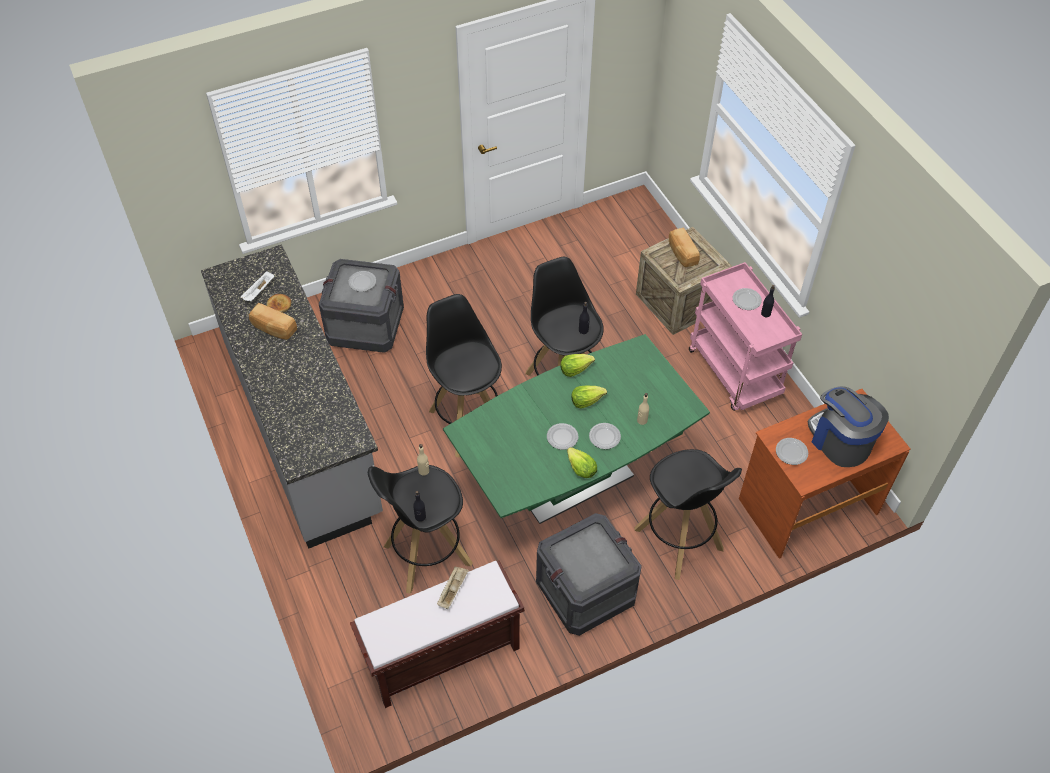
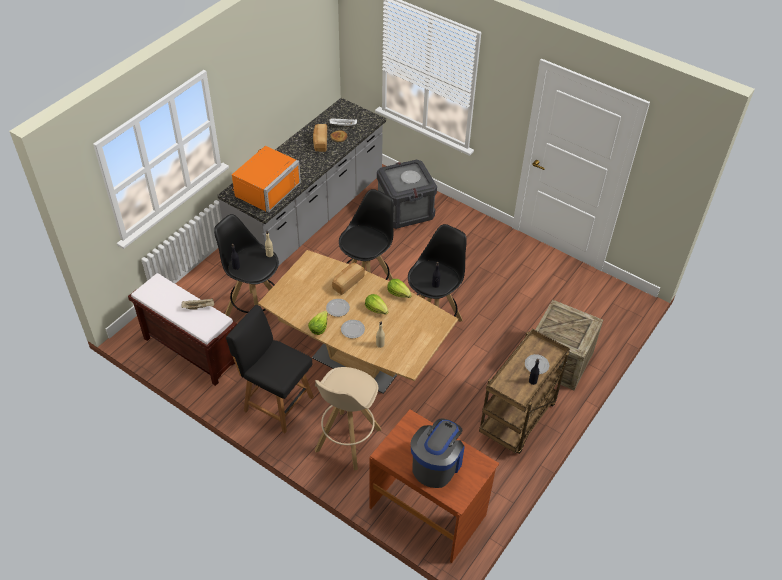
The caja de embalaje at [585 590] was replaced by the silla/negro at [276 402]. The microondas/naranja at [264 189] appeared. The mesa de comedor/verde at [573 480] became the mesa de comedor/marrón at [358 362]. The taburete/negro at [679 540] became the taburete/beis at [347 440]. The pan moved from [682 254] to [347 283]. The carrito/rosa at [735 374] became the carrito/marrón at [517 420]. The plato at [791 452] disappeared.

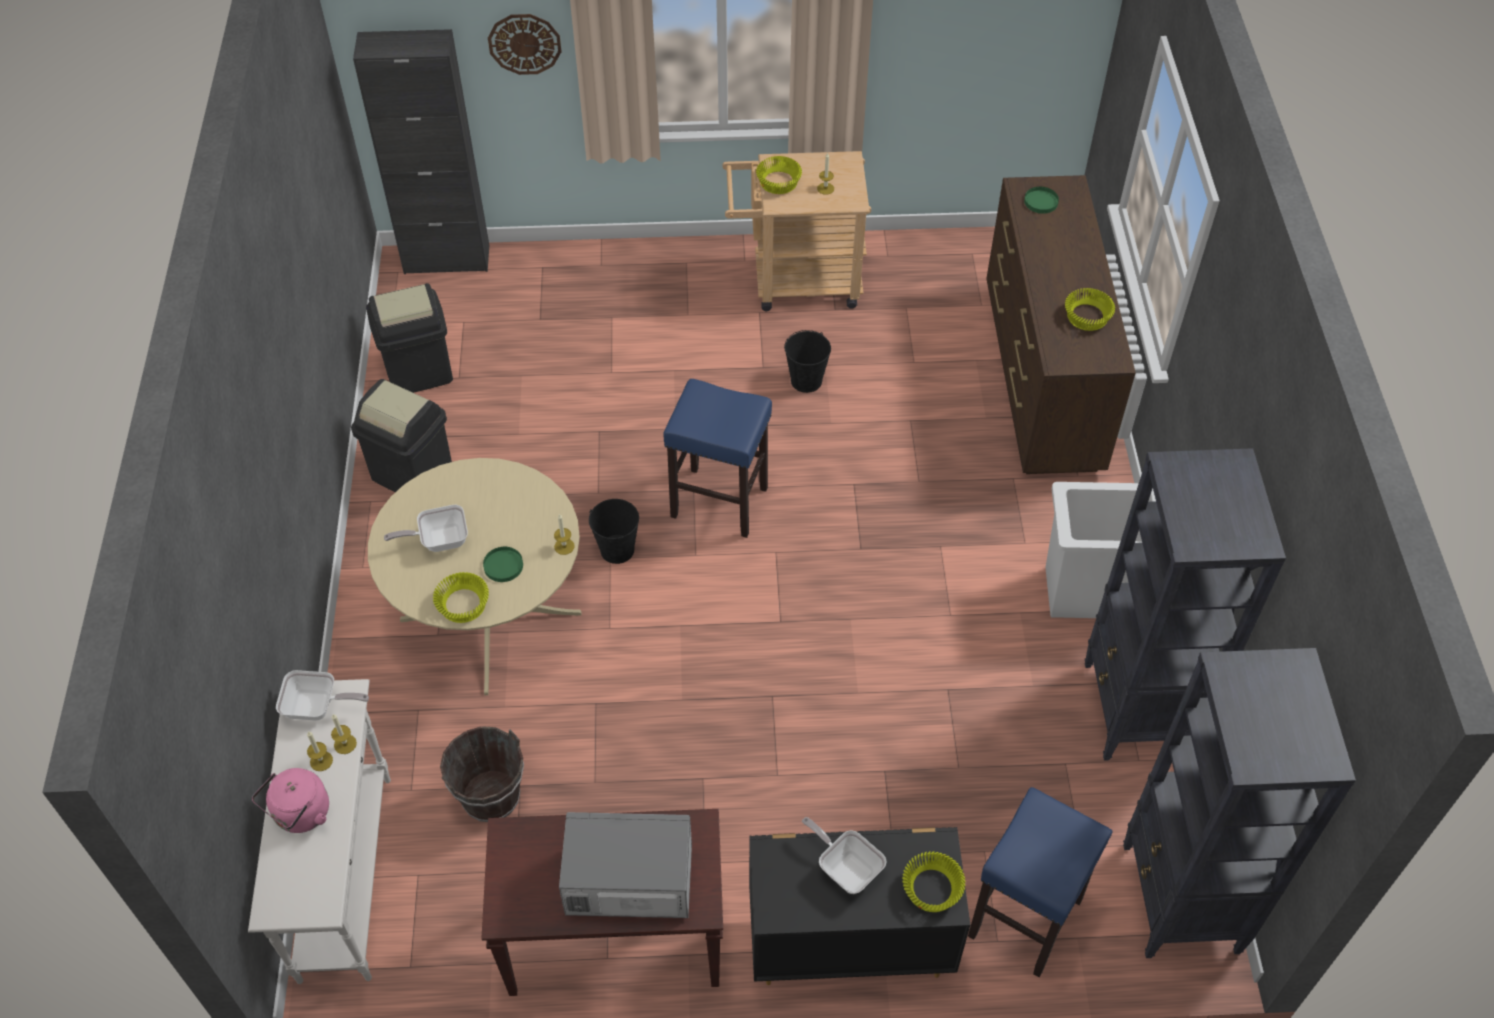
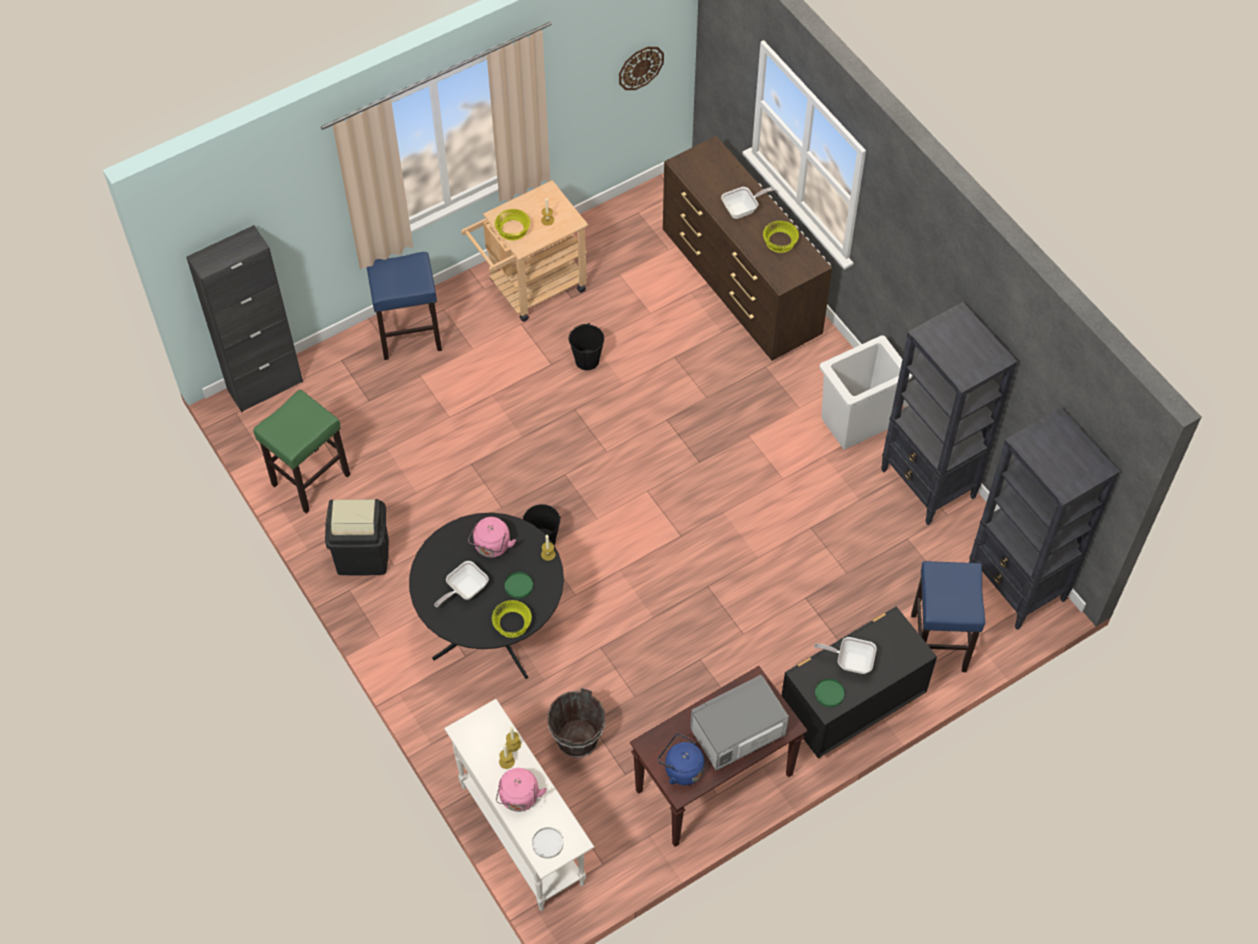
The papelera/negro at [419 371] was replaced by the taburete/verde at [310 480]. The taburete/azul moved from [720 502] to [410 336]. The mesa de comedor/beis at [491 617] became the mesa de comedor/negro at [492 627]. The hervidor/rosa at [492 547] appeared. The plato/blanco at [547 843] appeared. The reloj de pared moved from [524 43] to [640 67]. The hervidor/azul at [681 769] appeared. The sartén moved from [317 707] to [742 209]. The plato/verde moved from [1041 201] to [829 693]. The cuenco/amarillo at [931 889] disappeared.

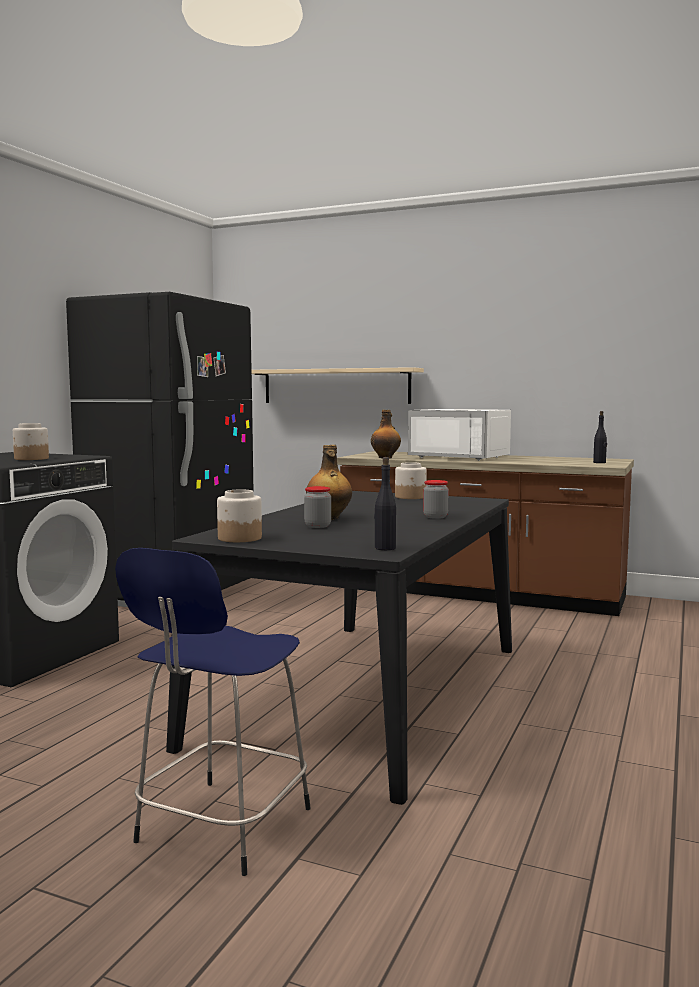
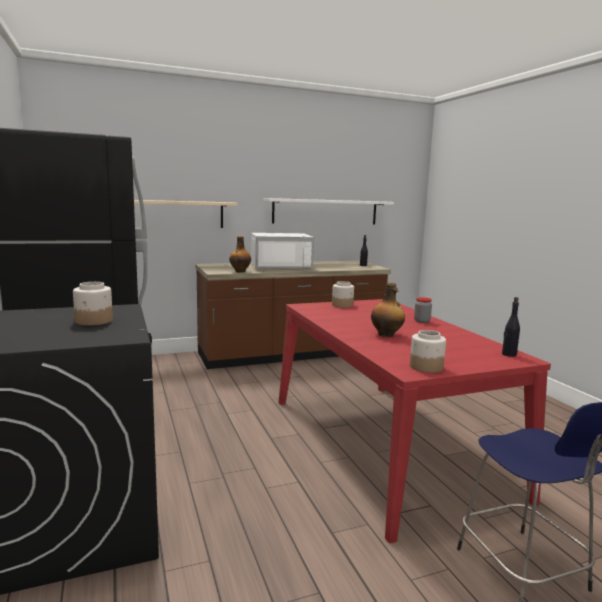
The estante/blanco at [325 211] appeared. The mesa de comedor/negro at [367 692] became the mesa de comedor/rojo at [385 444]. The tarro at [317 526] disappeared.

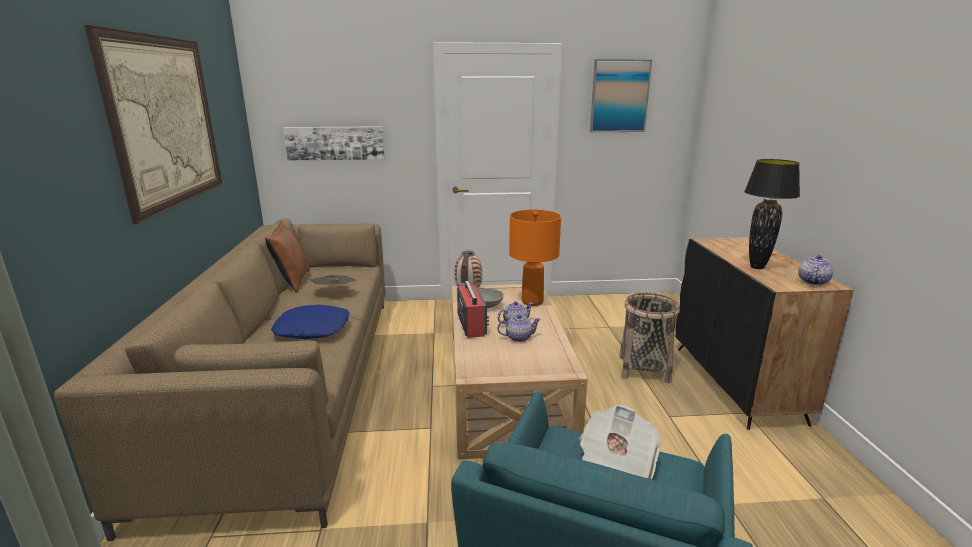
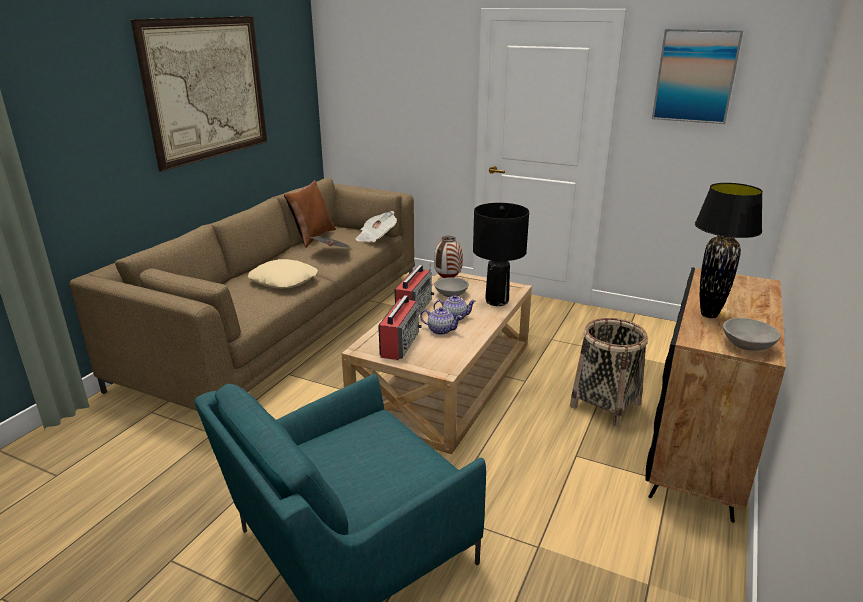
The cojín/azul at [313 329] became the cojín/beis at [284 280]. The periódico moved from [616 468] to [376 237]. The radio at [400 343] appeared. The lámpara de mesa/naranja at [532 302] became the lámpara de mesa/negro at [496 301]. The tetera at [812 282] was replaced by the cuenco/gris at [747 346]. The cuadro at [335 143] disappeared.

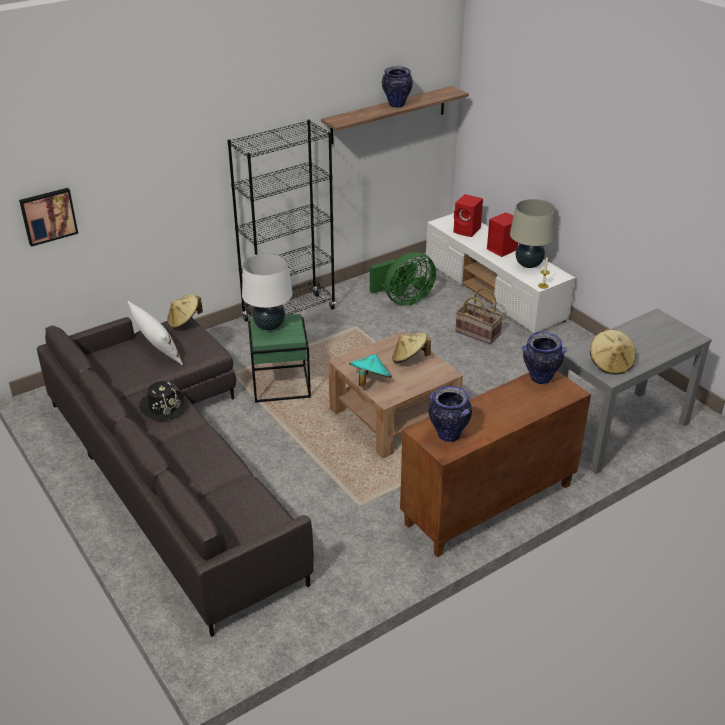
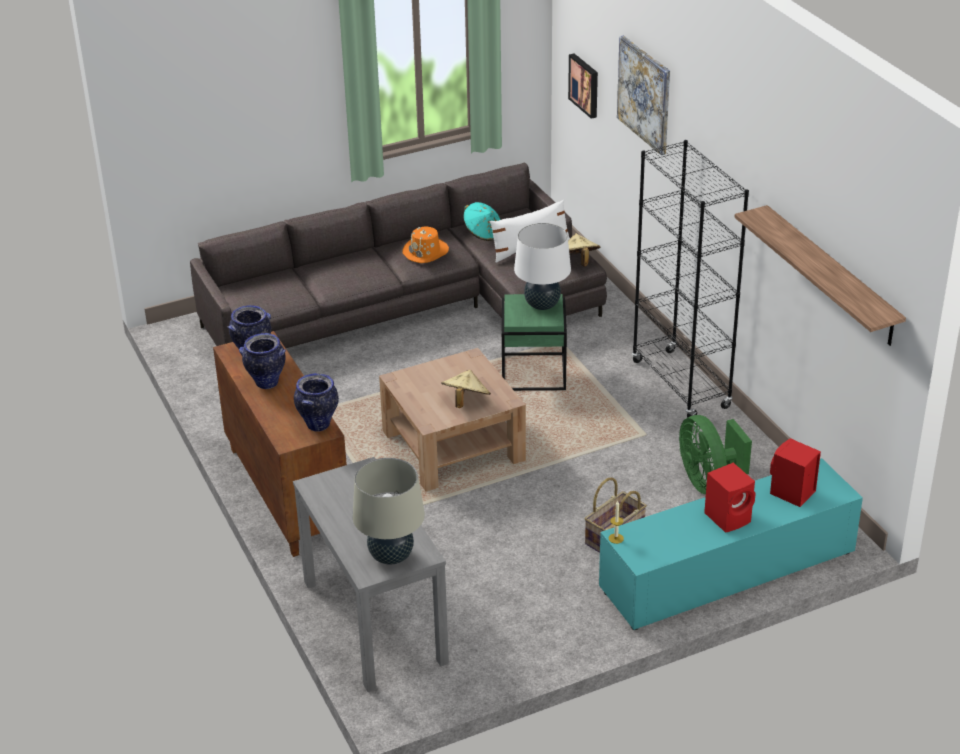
The florero moved from [396 105] to [266 383]. The lámpara de mesa/beis moved from [528 264] to [391 556]. The sombrero/negro at [163 407] became the sombrero/naranja at [426 252]. The sombrero/turquesa moved from [369 381] to [483 233]. The mueble de televisión/blanco at [494 291] became the mueble de televisión/turquesa at [726 572]. The cuadro at [644 94] appeared. The sombrero/beis at [610 364] disappeared.

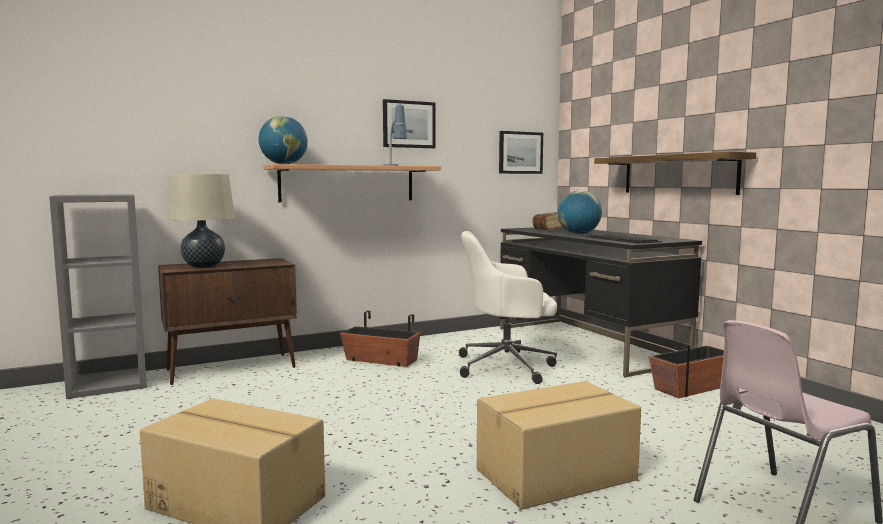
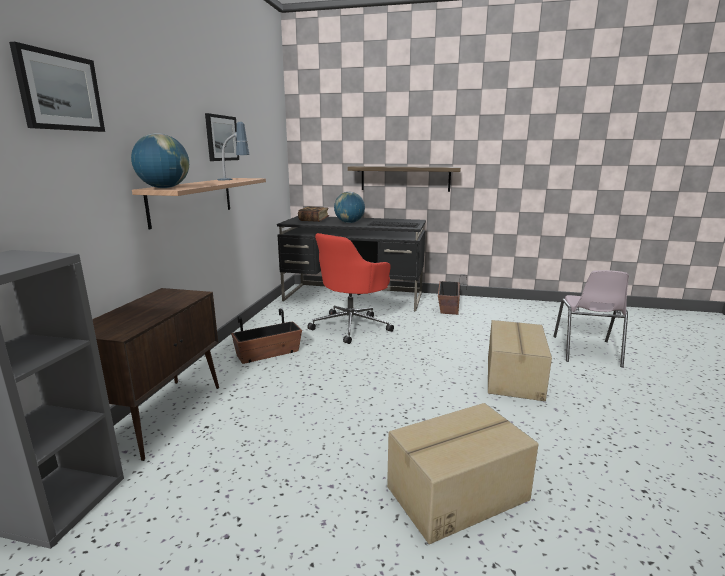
The cuadro moved from [520 152] to [60 92]. The silla de oficina/blanco at [508 366] became the silla de oficina/rojo at [351 326]. The lámpara de mesa/beis at [203 266] disappeared.

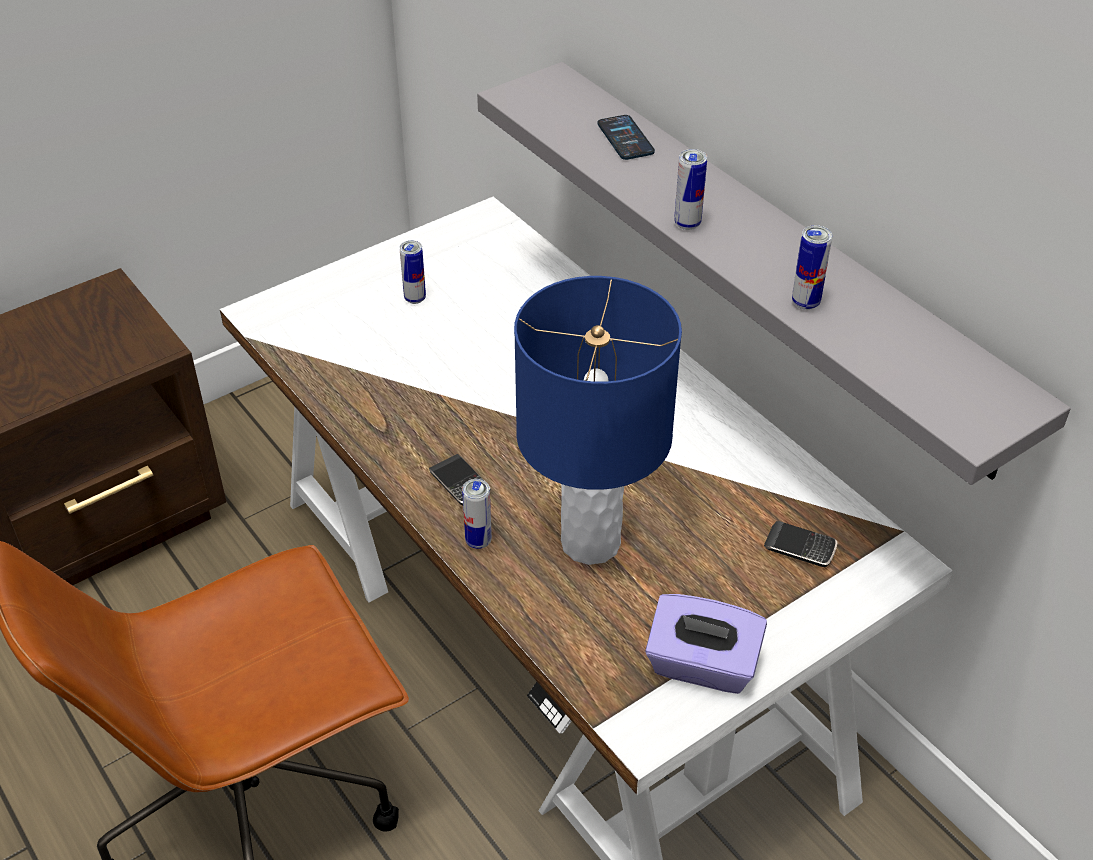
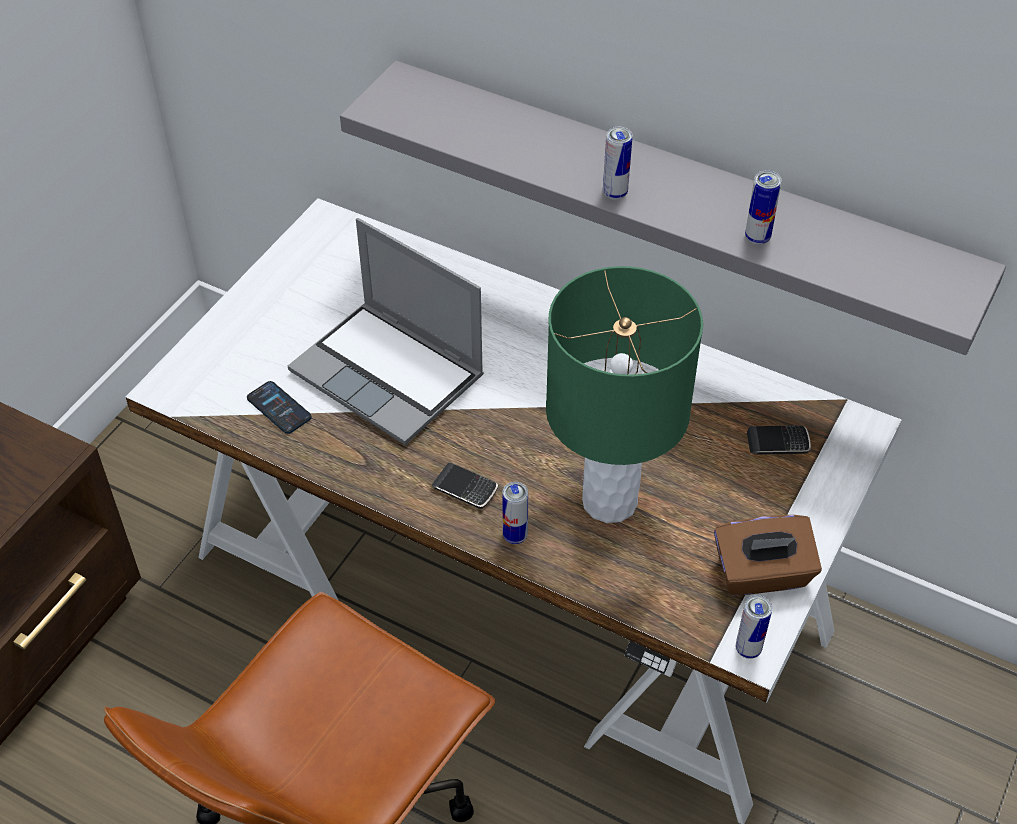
The móvil moved from [625 138] to [279 408]. The portátil at [390 374] appeared. The lámpara de mesa/azul at [591 542] became the lámpara de mesa/verde at [610 501]. The caja de pañuelos/morado at [701 666] became the caja de pañuelos/marrón at [762 574]. The lata moved from [415 298] to [748 649].

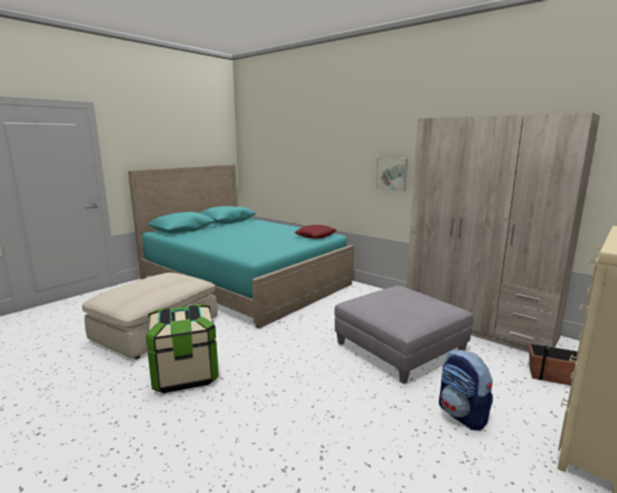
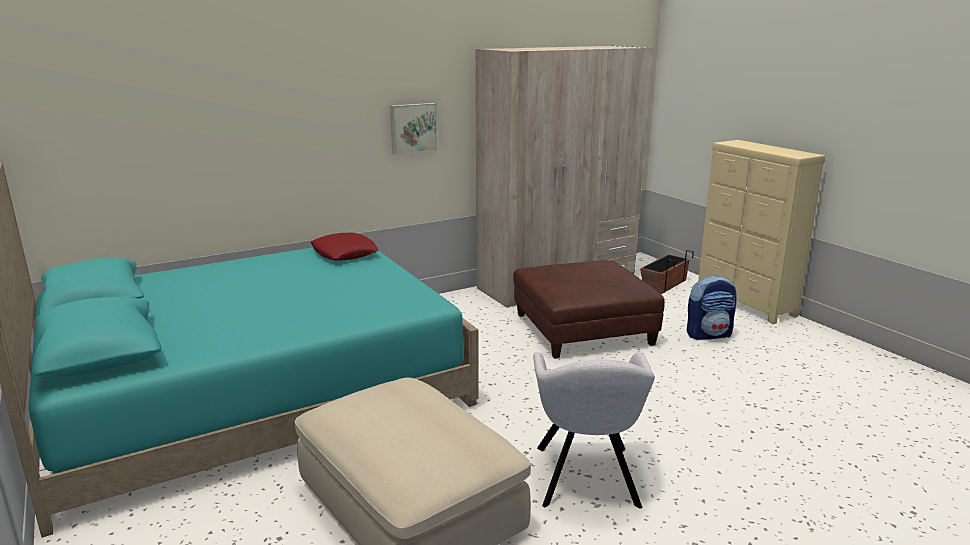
The puf/gris at [400 347] became the puf/marrón at [583 328]. The caja de almacenaje at [185 374] was replaced by the sillón/gris at [587 479].

